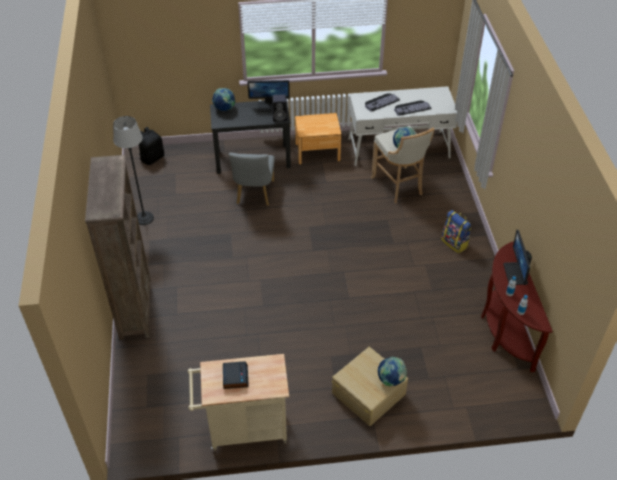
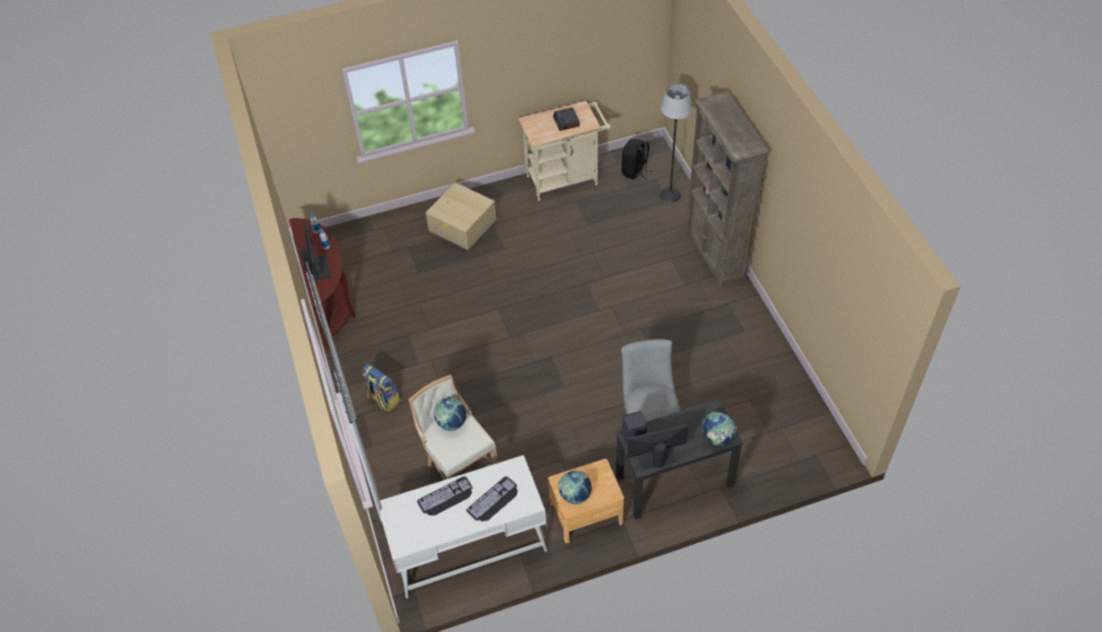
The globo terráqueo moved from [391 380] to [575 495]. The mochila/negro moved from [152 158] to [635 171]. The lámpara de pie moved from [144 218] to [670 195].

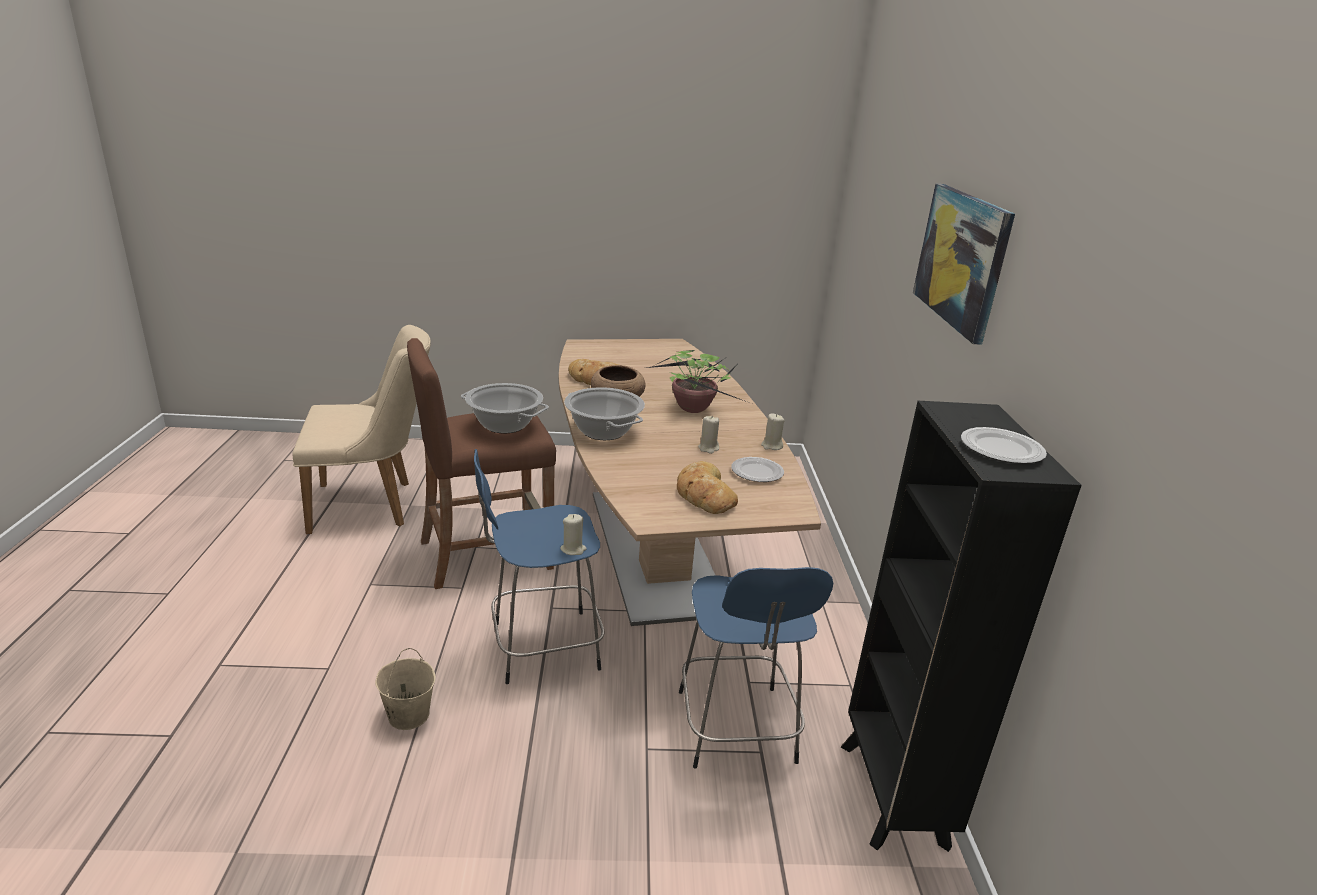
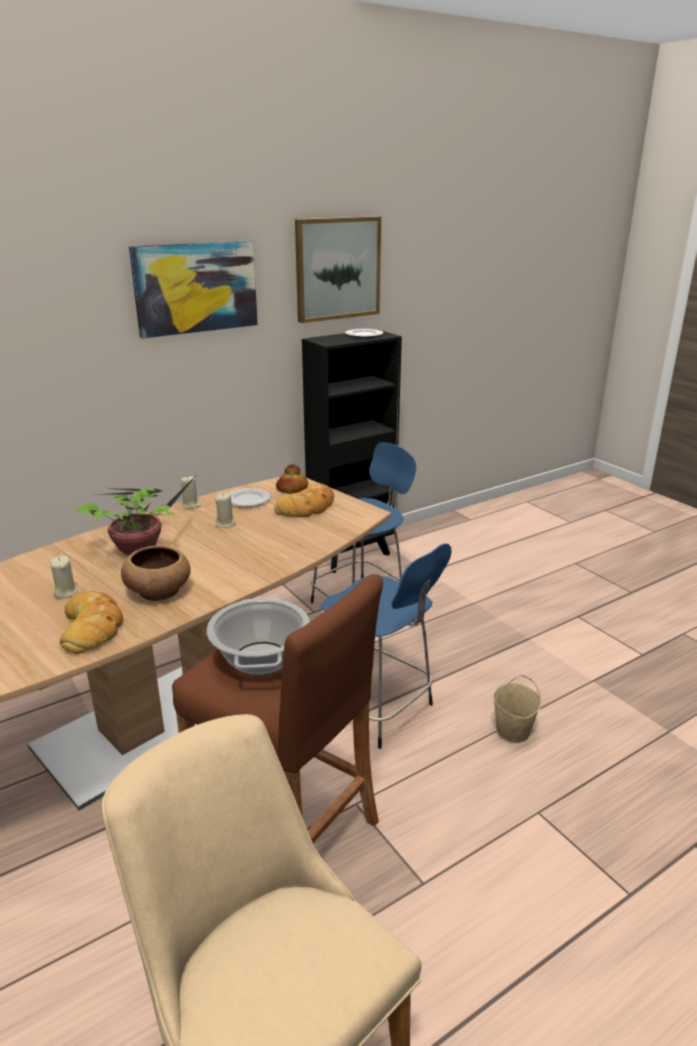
The vela/beis moved from [573 549] to [65 592]. The pan at [292 489] appeared. The cuadro at [337 268] appeared. The olla at [603 431] disappeared.

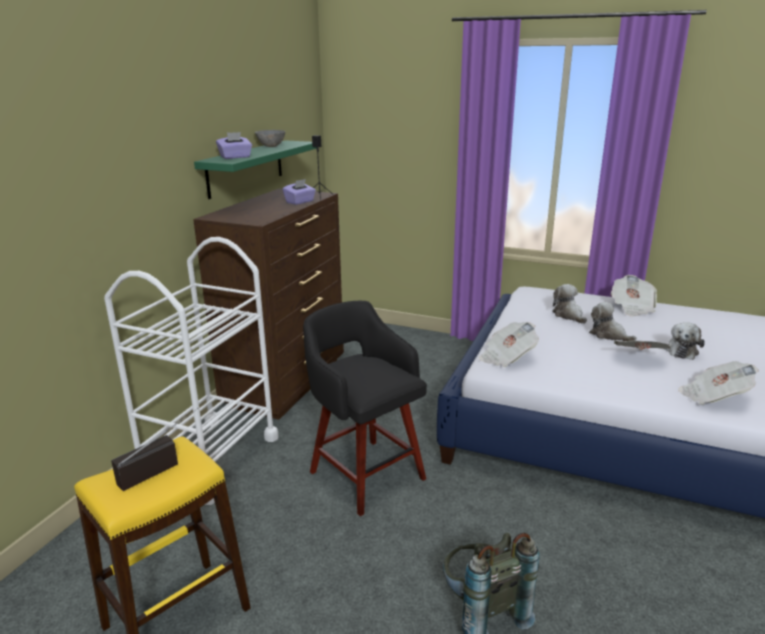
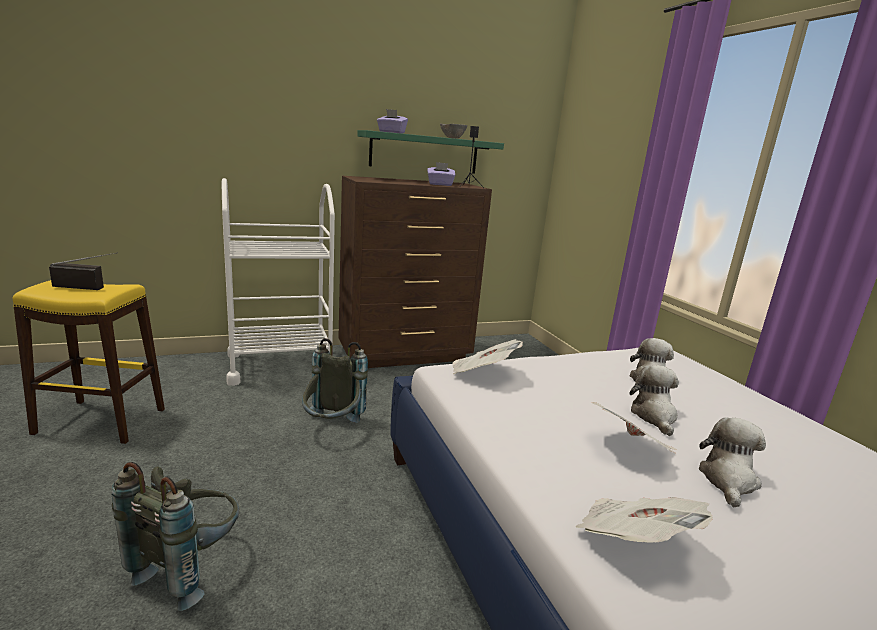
The taburete/negro at [365 473] was replaced by the mochila/gris at [332 428]. The peluche at [681 350] turned 135 degrees clockwise. The periódico at [632 307] disappeared.

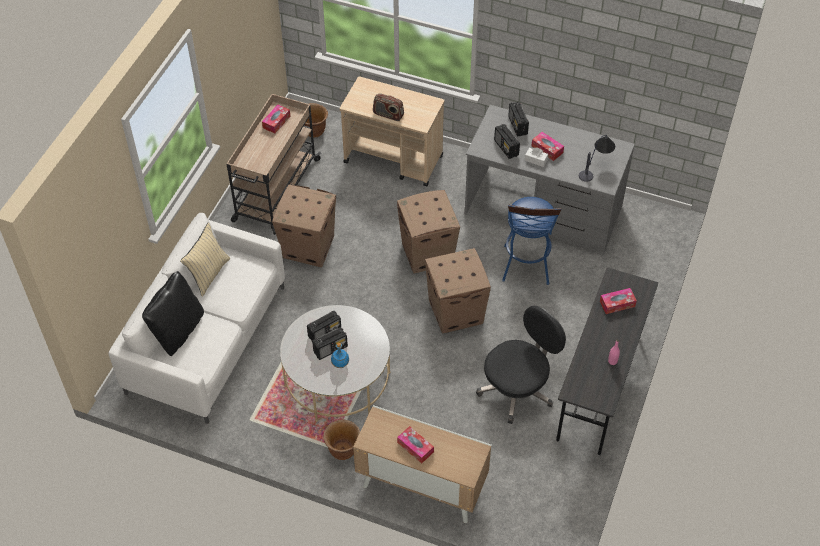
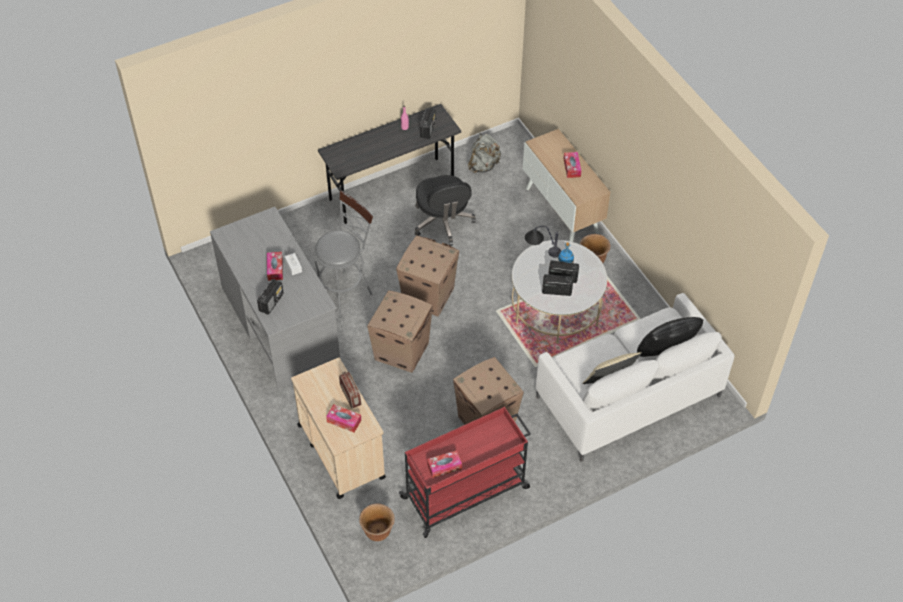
The taburete/azul at [526 269] became the taburete/gris at [346 290]. The caja de pañuelos moved from [617 304] to [344 421]. The carrito/beis at [276 191] became the carrito/rojo at [466 492]. The silla de oficina/negro at [517 389] turned 105 degrees counterclockwise. The radio moved from [506 148] to [427 129]. The mochila/gris at [483 165] appeared. The lámpara de mesa moved from [595 168] to [541 253].

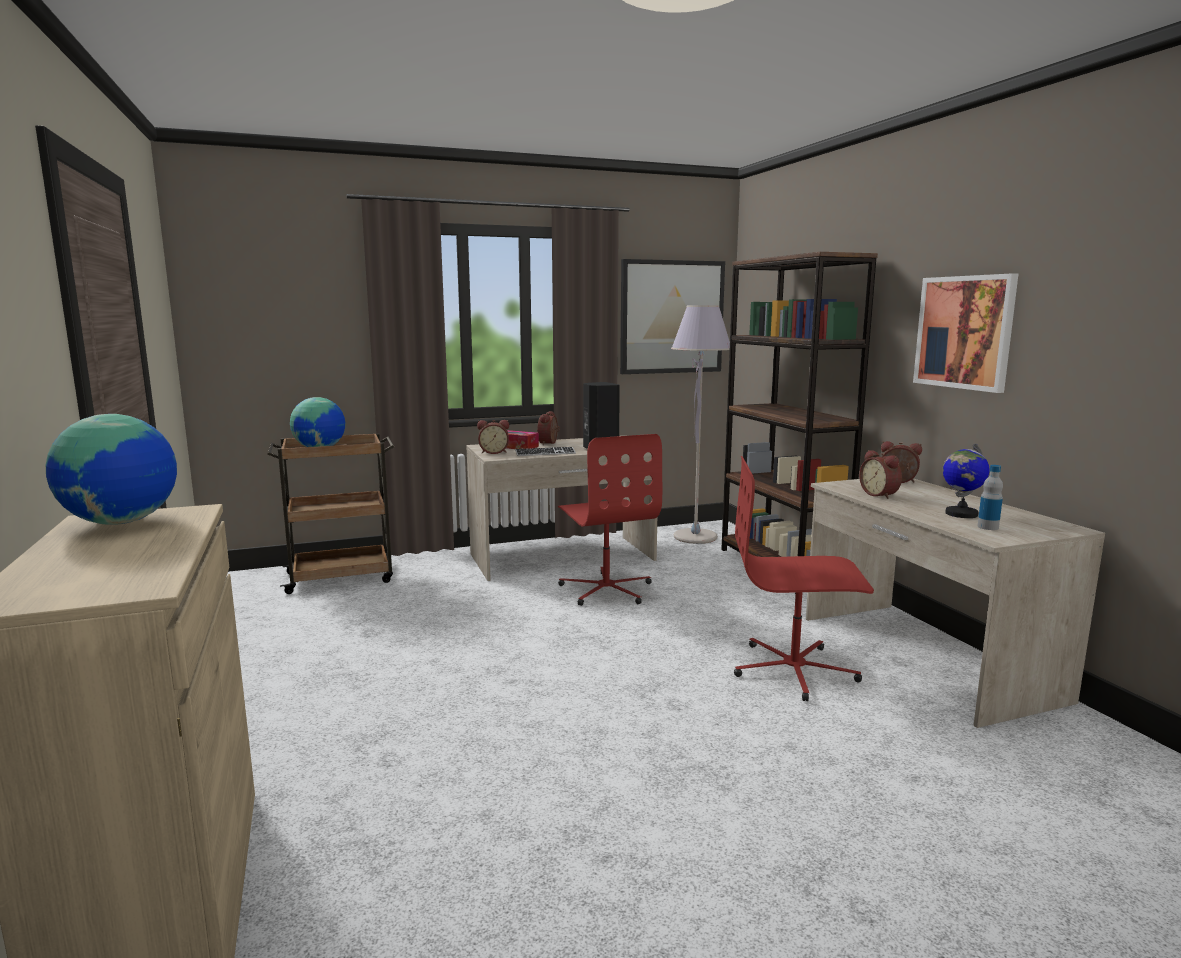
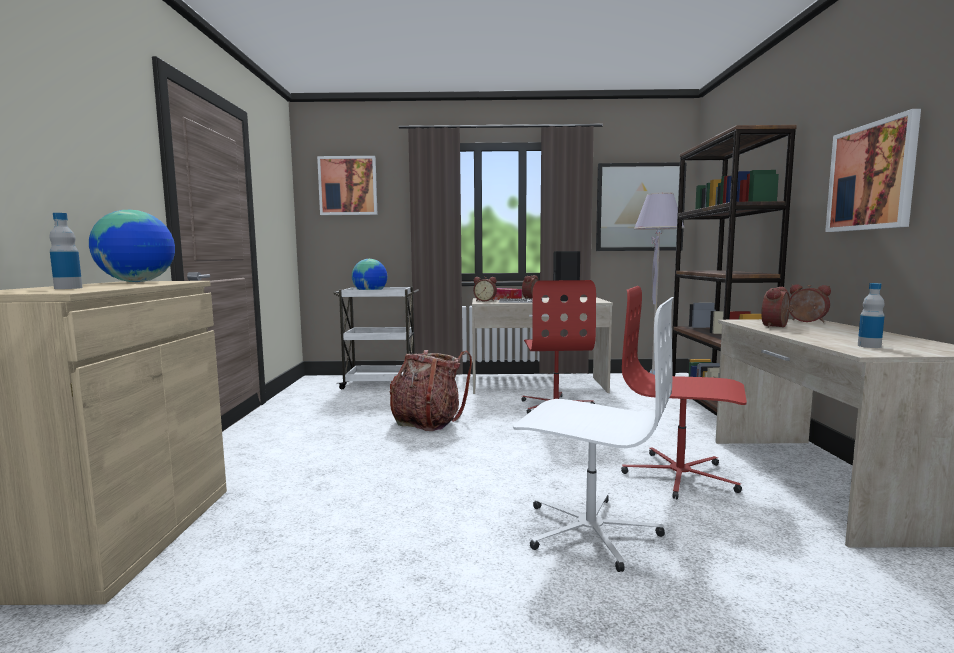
The botella at [68 288] appeared. The cuadro at [348 186] appeared. The carrito/marrón at [342 577] became the carrito/blanco at [380 383]. The mochila at [427 422] appeared. The silla de oficina/blanco at [590 530] appeared. The despertador at [880 495] turned 45 degrees clockwise. The globo terráqueo at [961 514] disappeared.

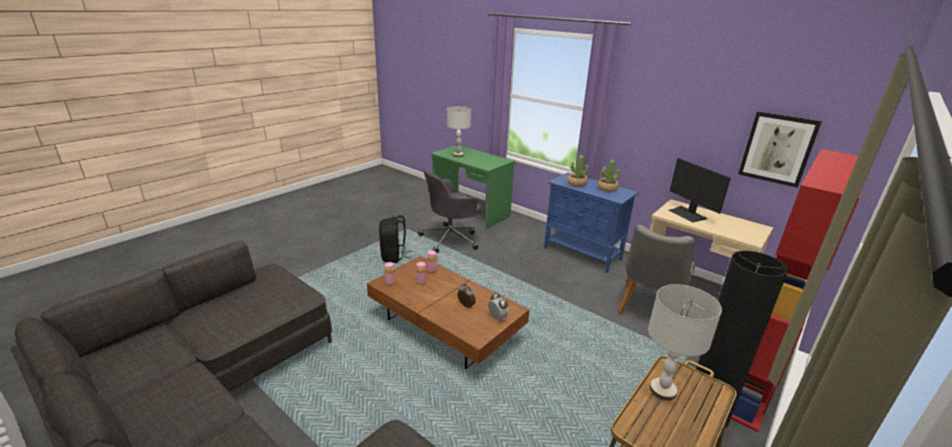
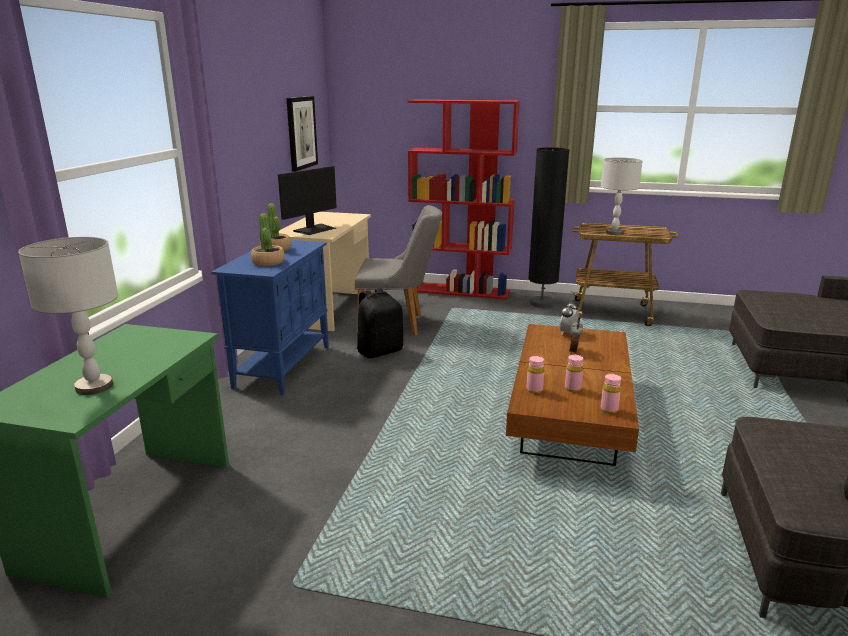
The mochila/negro moved from [394 256] to [380 351]. The silla de oficina/gris at [451 239] disappeared.

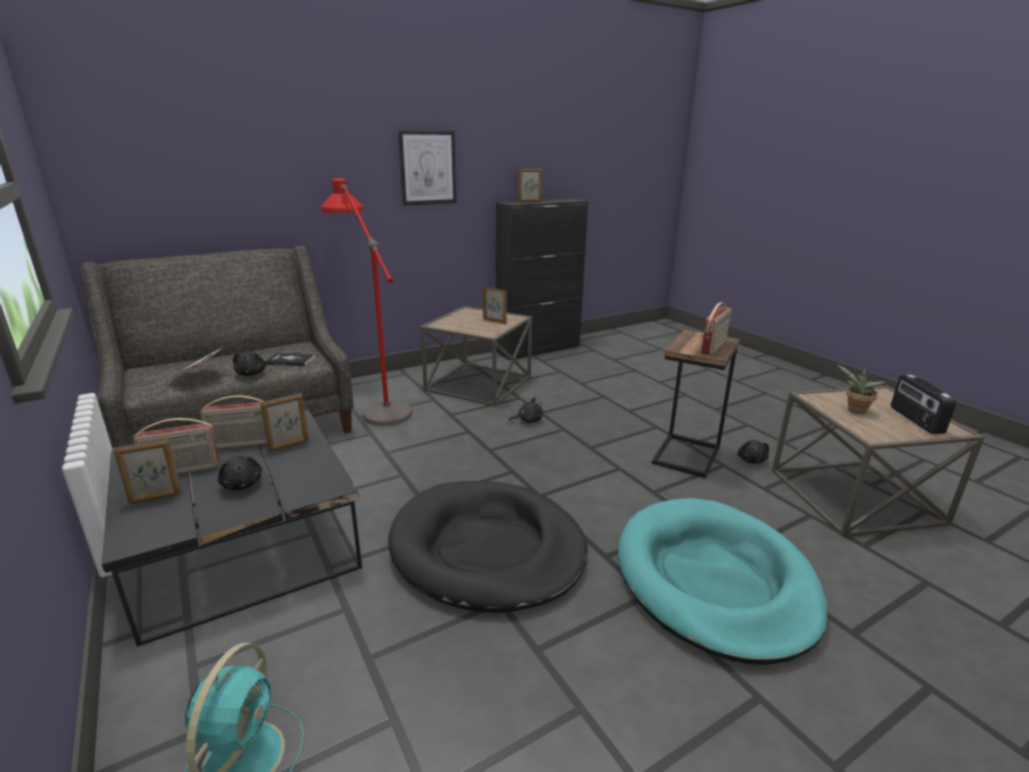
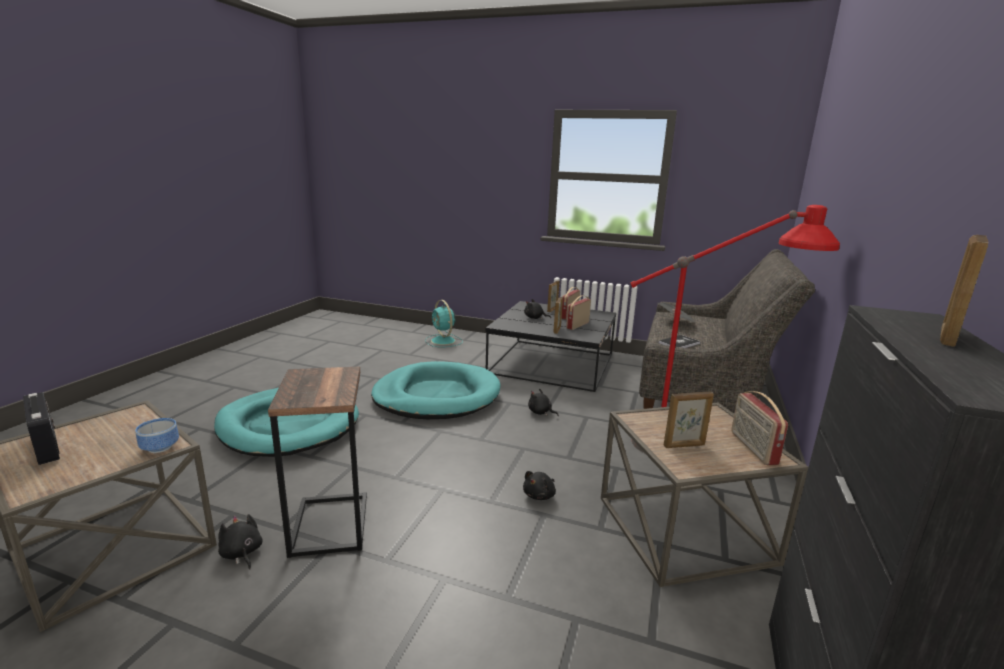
The cuenco at [159 447] appeared. The cama para perro/negro at [487 549] became the cama para perro/turquesa at [437 396]. The peluche/negro moved from [251 373] to [540 412]. The radio moved from [714 347] to [752 448]. The cuadro at [428 168] disappeared. The planta en maceta at [855 411] disappeared.

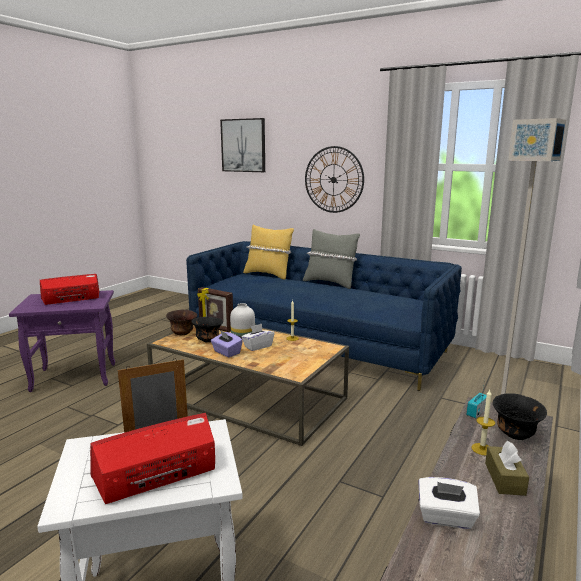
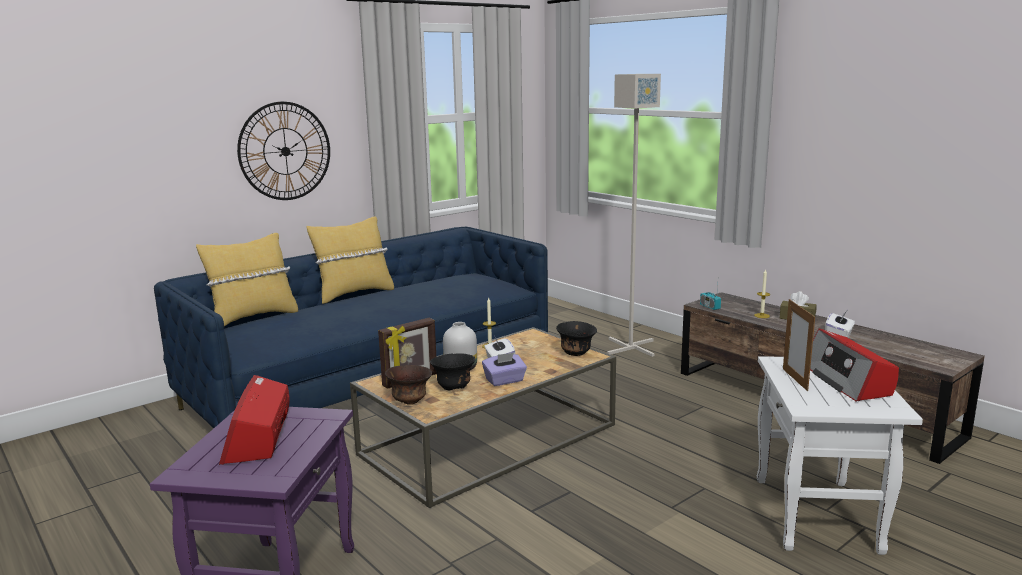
The cojín/gris at [330 283] became the cojín/amarillo at [354 294]. The cuenco/negro moved from [515 435] to [576 353]. The cuadro at [243 145] disappeared.

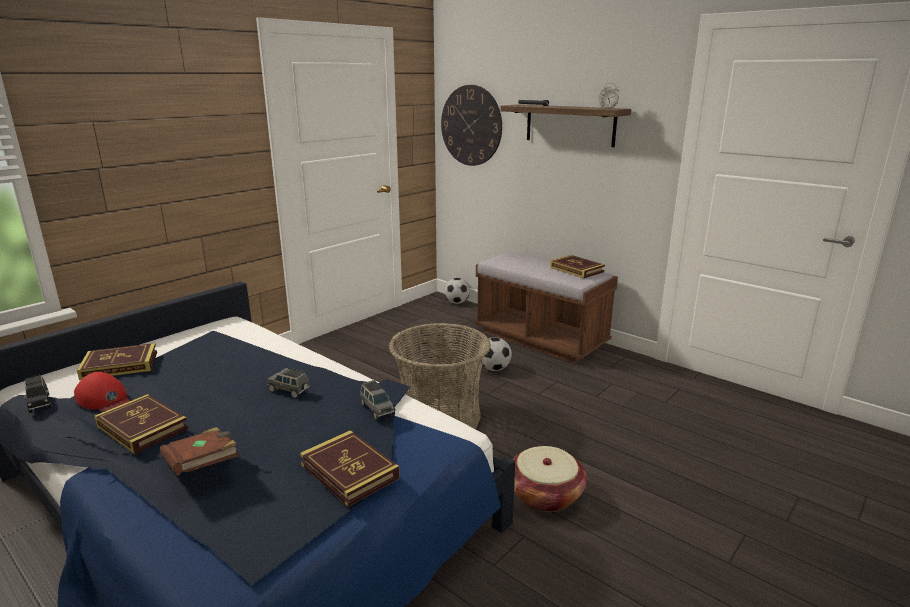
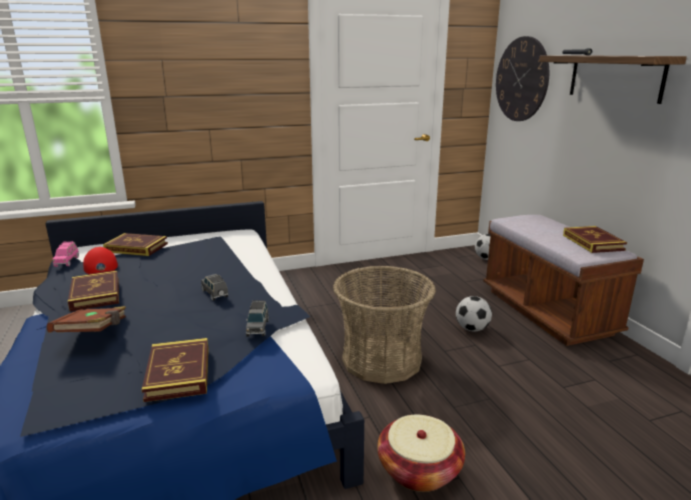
The coche de juguete/negro at [39 403] became the coche de juguete/rosa at [67 261]. The despertador at [607 108] disappeared.

